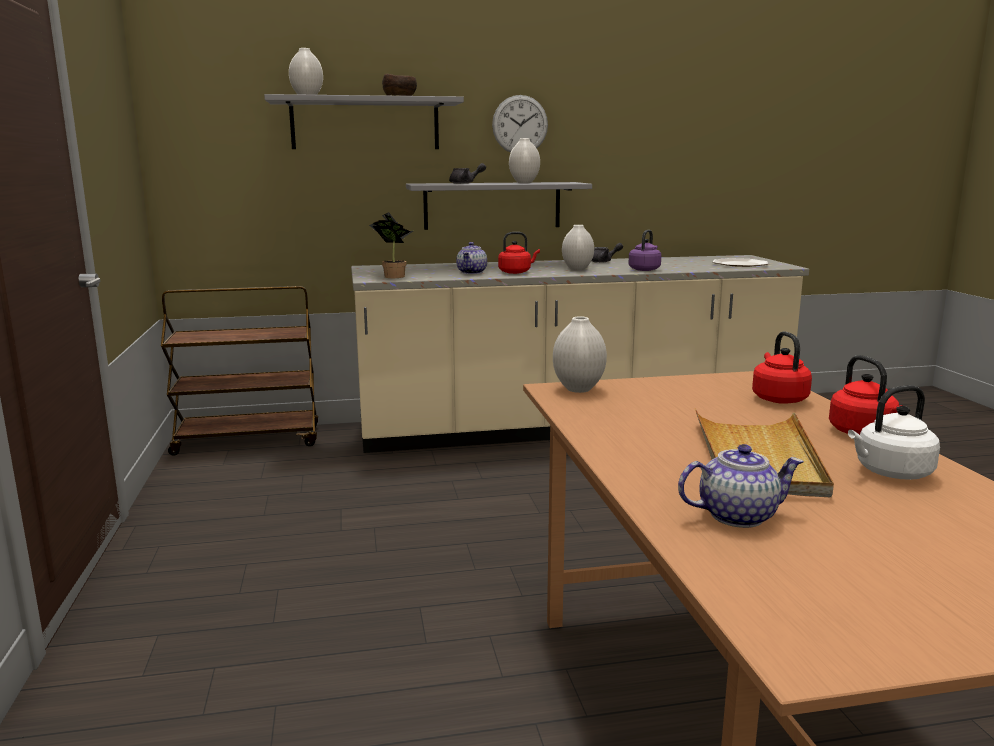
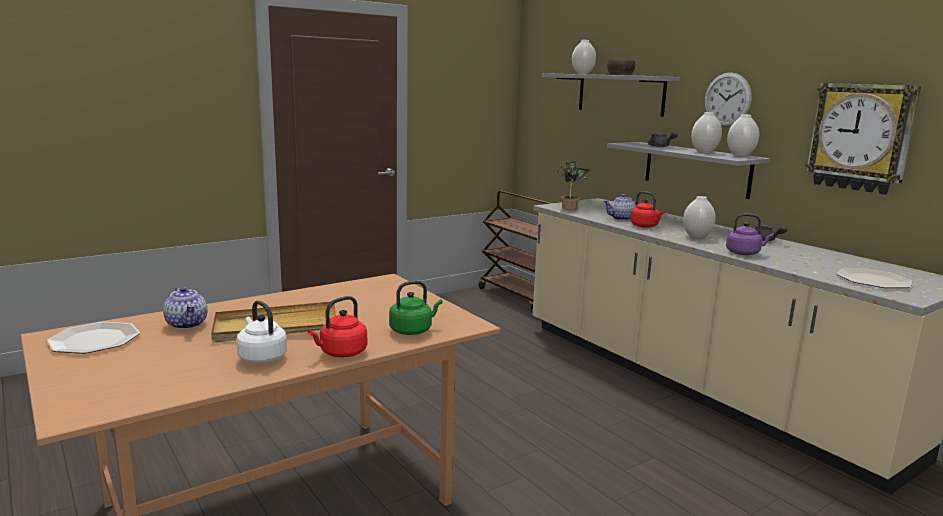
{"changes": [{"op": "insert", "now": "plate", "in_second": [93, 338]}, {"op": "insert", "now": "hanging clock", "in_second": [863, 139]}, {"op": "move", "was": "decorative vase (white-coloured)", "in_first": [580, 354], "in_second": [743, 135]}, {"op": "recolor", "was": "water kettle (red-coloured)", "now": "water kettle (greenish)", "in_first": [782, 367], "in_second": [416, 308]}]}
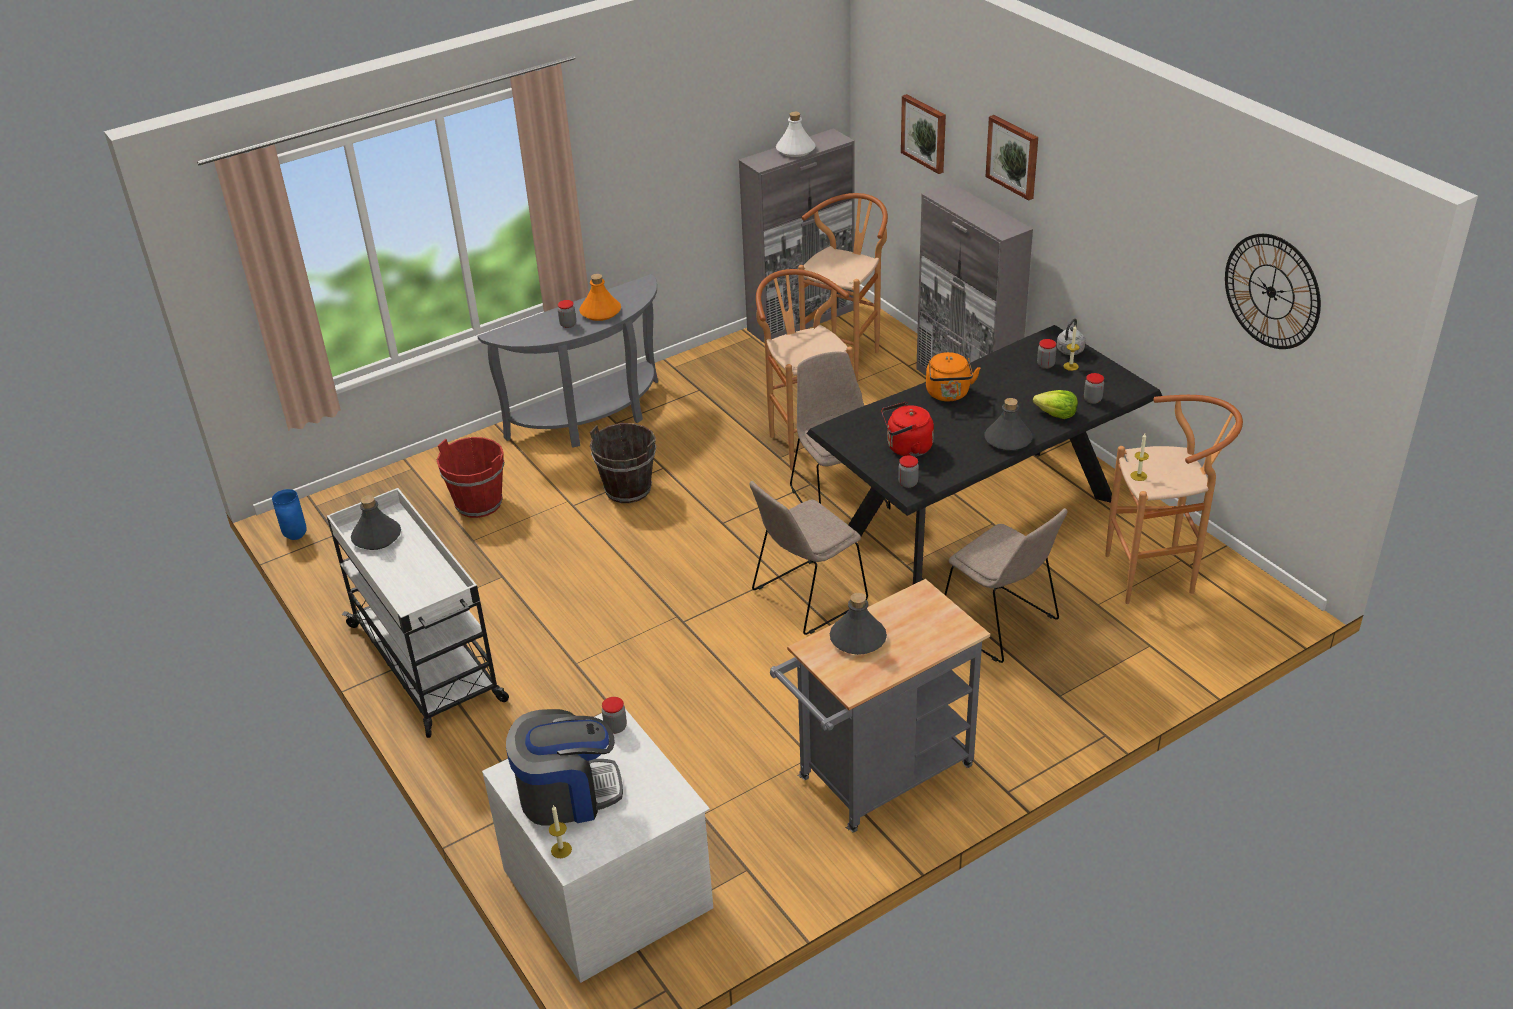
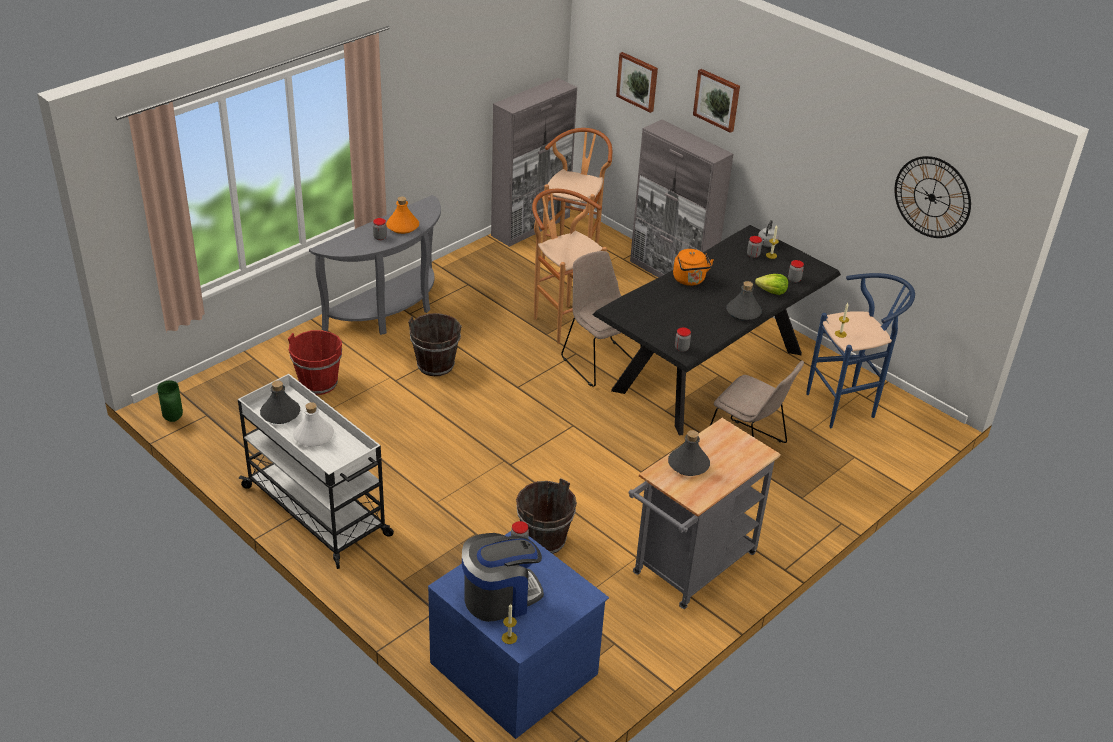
{"changes": [{"op": "delete", "was": "chair (sand-coloured)", "in_first": [809, 558]}, {"op": "delete", "was": "water kettle (red-coloured)", "in_first": [907, 429]}, {"op": "insert", "now": "pail (brownish)", "in_second": [546, 516]}, {"op": "move", "was": "drink bottle (white-coloured)", "in_first": [796, 134], "in_second": [313, 424]}, {"op": "recolor", "was": "decorative vase (bluish)", "now": "decorative vase (greenish)", "in_first": [289, 514], "in_second": [170, 401]}, {"op": "recolor", "was": "dresser (white-coloured)", "now": "dresser (bluish)", "in_first": [597, 846], "in_second": [518, 635]}, {"op": "recolor", "was": "stool seat (brownish)", "now": "stool seat (bluish)", "in_first": [1174, 499], "in_second": [860, 350]}]}
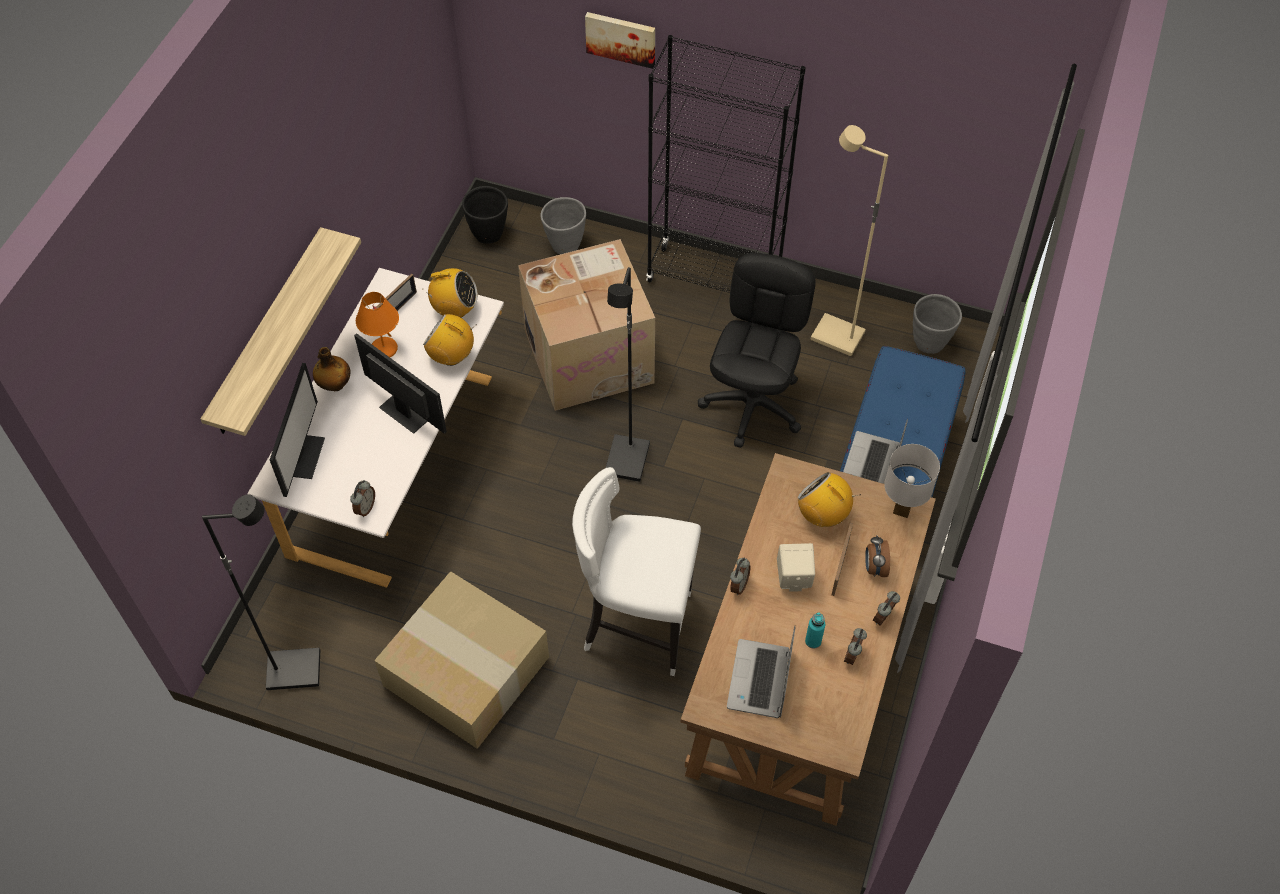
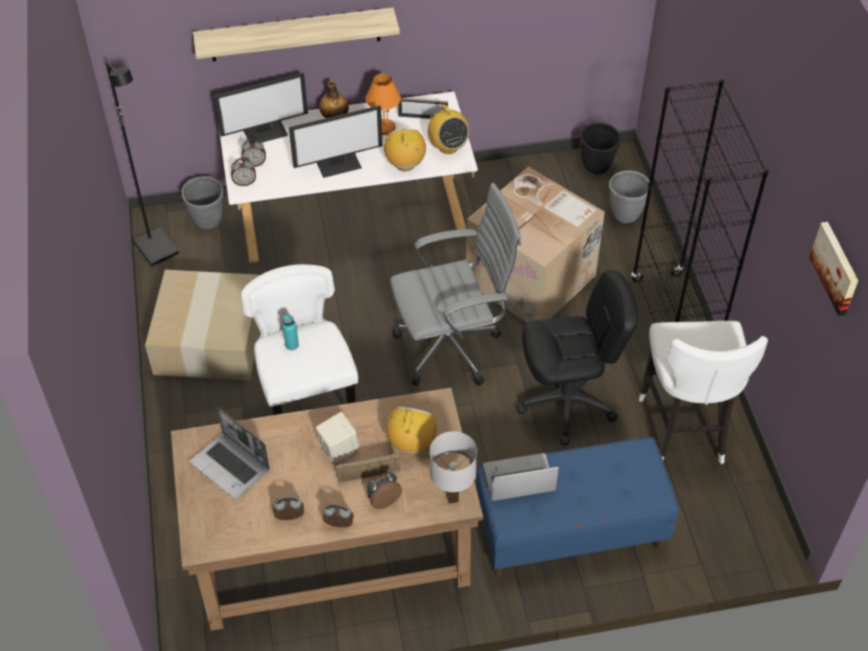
{"changes": [{"op": "move", "was": "wall picture", "in_first": [620, 40], "in_second": [833, 269]}, {"op": "move", "was": "bedside clock", "in_first": [740, 576], "in_second": [253, 153]}, {"op": "move", "was": "drink bottle (turquoise)", "in_first": [815, 630], "in_second": [291, 332]}, {"op": "move", "was": "planter (grey)", "in_first": [937, 324], "in_second": [202, 202]}, {"op": "replace", "was": "floor lamp (black-coloured)", "now": "desk chair (grey)", "in_first": [628, 374], "in_second": [455, 284]}, {"op": "replace", "was": "floor lamp (sand-coloured)", "now": "stool seat (white-coloured)", "in_first": [849, 240], "in_second": [703, 392]}, {"op": "rotate", "was": "computer screen", "in_first": [400, 383], "in_second": [336, 141], "clockwise": 60}, {"op": "rotate", "was": "laptop", "in_first": [761, 672], "in_second": [230, 453], "clockwise": -120}]}
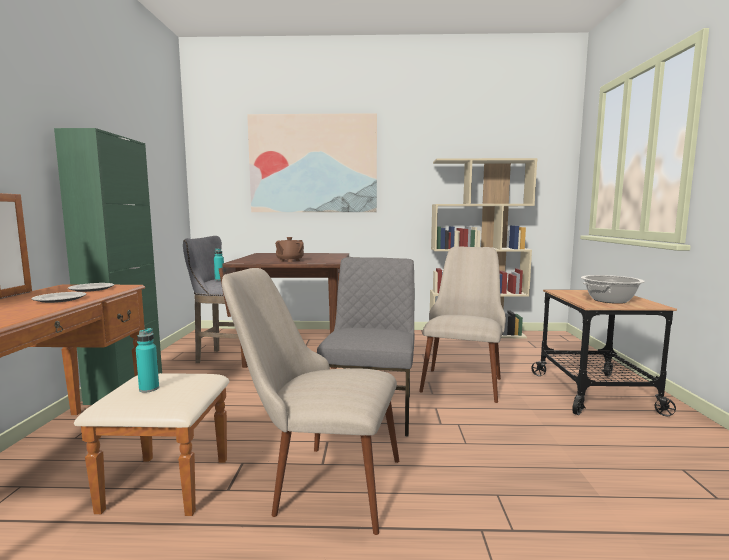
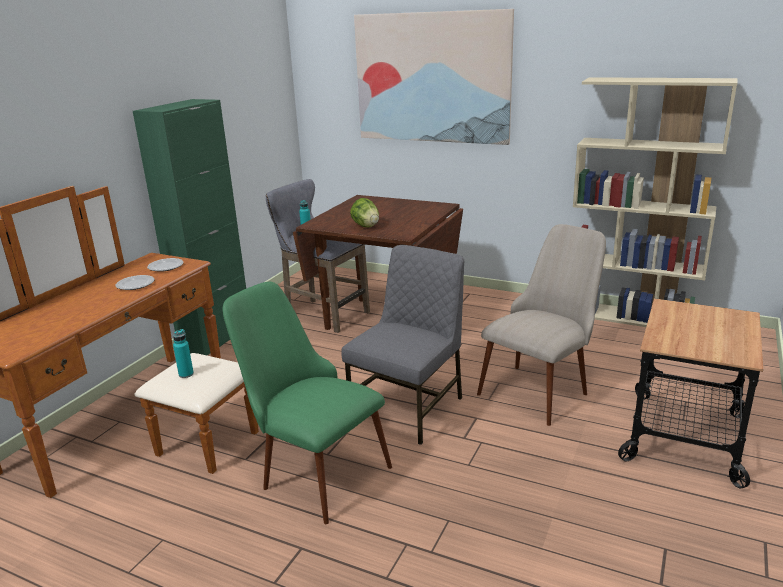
{"changes": [{"op": "delete", "was": "saucepot", "in_first": [613, 289]}, {"op": "replace", "was": "tea pot (brownish)", "now": "lettuce", "in_first": [289, 249], "in_second": [364, 212]}, {"op": "recolor", "was": "chair (sand-coloured)", "now": "chair (greenish)", "in_first": [310, 401], "in_second": [307, 403]}]}
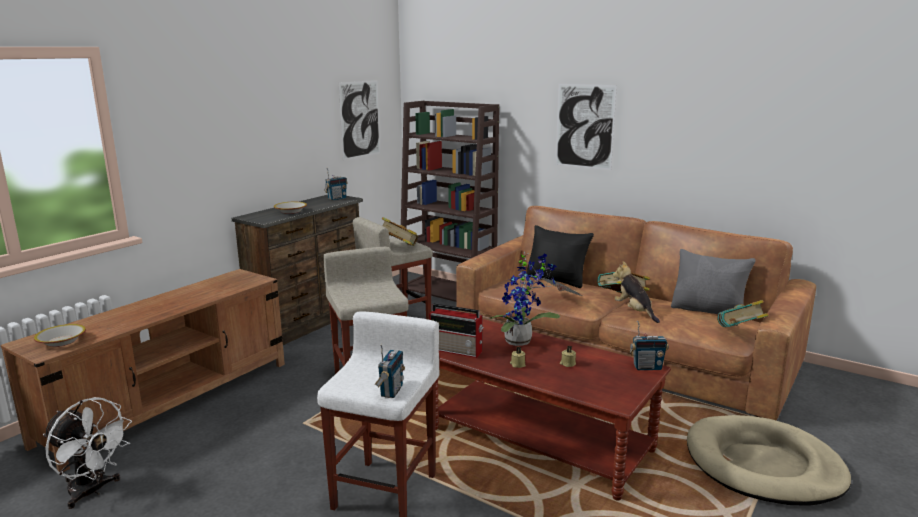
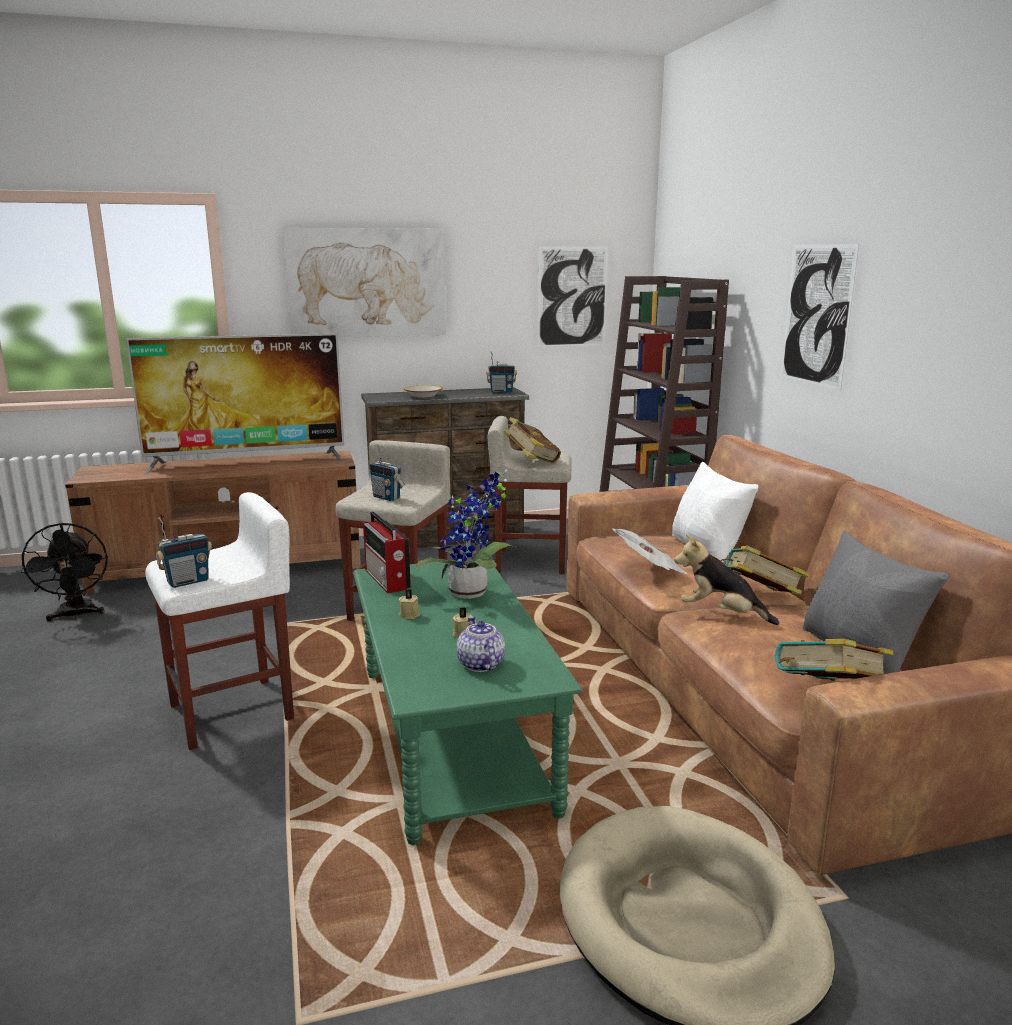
{"changes": [{"op": "delete", "was": "serving bowl", "in_first": [60, 335]}, {"op": "insert", "now": "TV", "in_second": [235, 403]}, {"op": "insert", "now": "wall picture", "in_second": [364, 283]}, {"op": "insert", "now": "tea pot", "in_second": [481, 644]}, {"op": "move", "was": "radio", "in_first": [649, 345], "in_second": [387, 472]}, {"op": "recolor", "was": "cooling fan (white-coloured)", "now": "cooling fan (black-coloured)", "in_first": [87, 453], "in_second": [64, 572]}, {"op": "recolor", "was": "low table (brownish)", "now": "low table (greenish)", "in_first": [553, 409], "in_second": [467, 701]}, {"op": "recolor", "was": "pillow (black-coloured)", "now": "pillow (white-coloured)", "in_first": [560, 256], "in_second": [715, 512]}, {"op": "rotate", "was": "soft toy", "in_first": [636, 292], "in_second": [726, 579], "clockwise": -75}]}
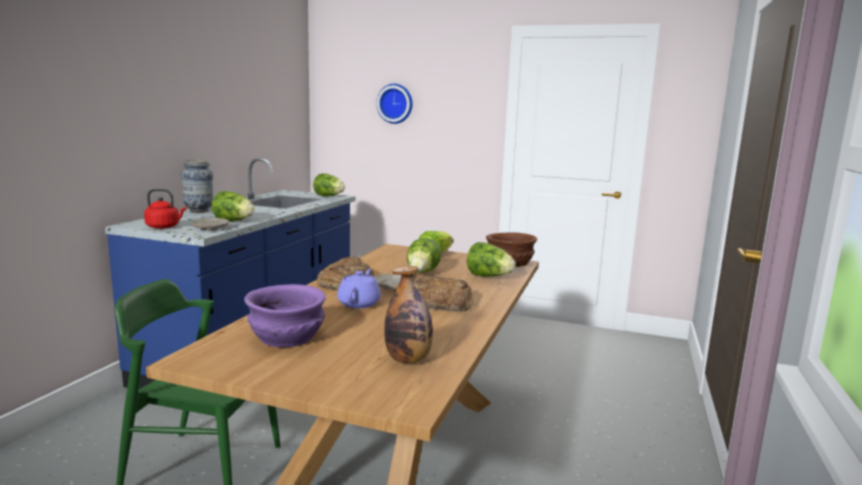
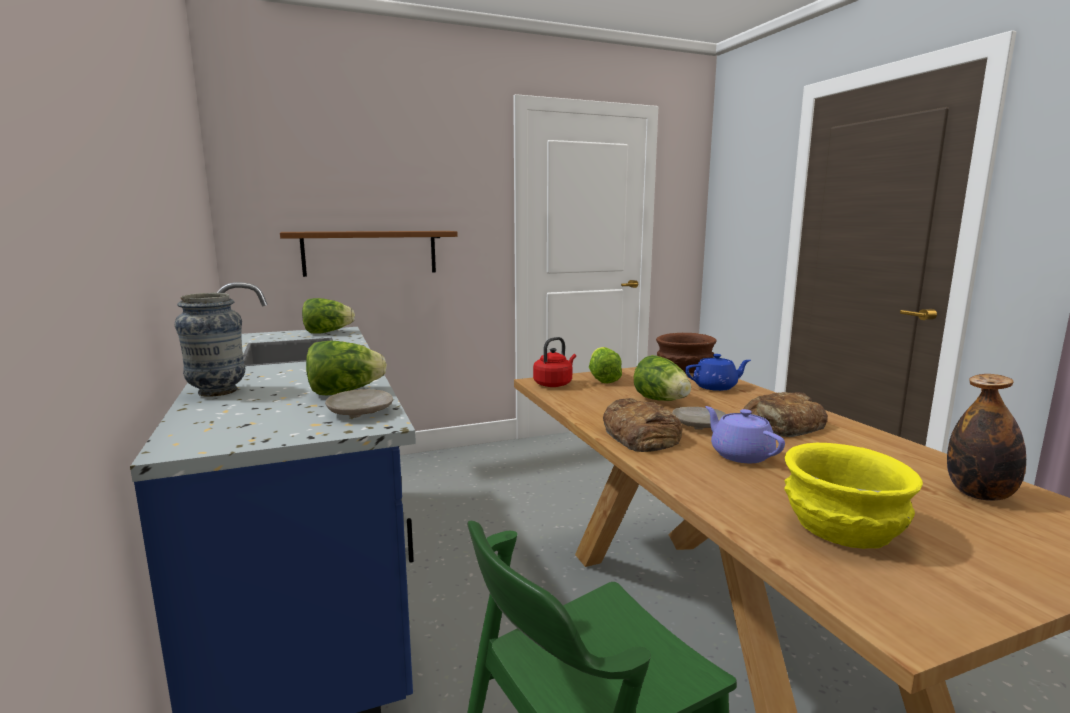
{"changes": [{"op": "delete", "was": "hanging clock", "in_first": [394, 104]}, {"op": "insert", "now": "shelf (brownish)", "in_second": [369, 254]}, {"op": "move", "was": "water kettle (red-coloured)", "in_first": [165, 209], "in_second": [554, 362]}, {"op": "replace", "was": "lettuce", "now": "tea pot (bluish)", "in_first": [491, 259], "in_second": [718, 372]}, {"op": "recolor", "was": "serving bowl (purplish)", "now": "serving bowl (yellow)", "in_first": [285, 316], "in_second": [853, 496]}]}
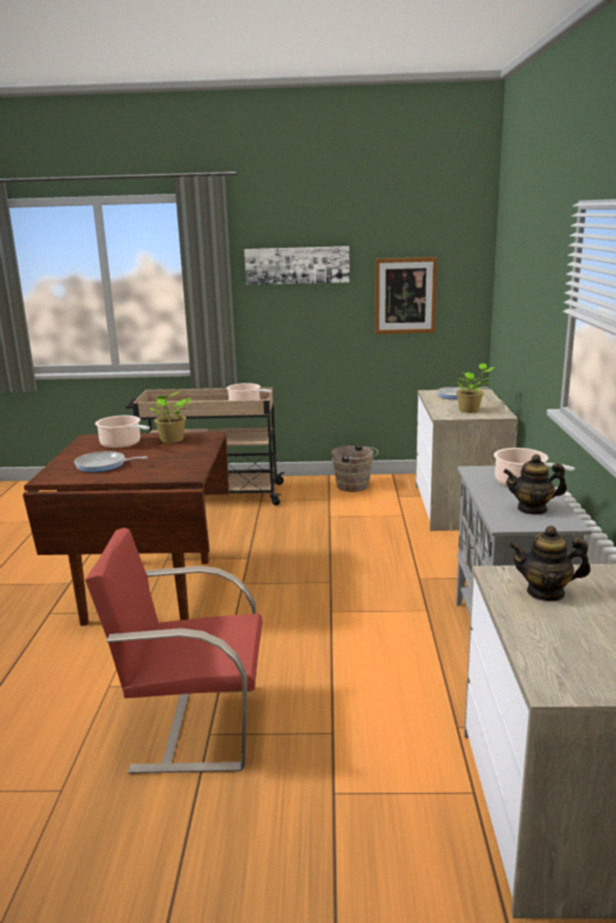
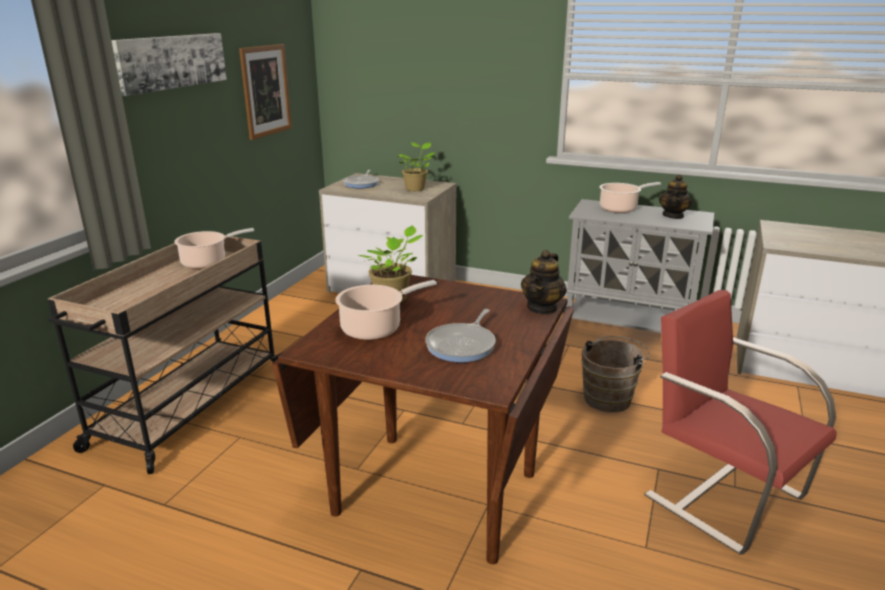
{"changes": [{"op": "move", "was": "pail (brownish)", "in_first": [355, 468], "in_second": [615, 374]}, {"op": "move", "was": "tea pot", "in_first": [550, 564], "in_second": [544, 282]}, {"op": "rotate", "was": "chair (red-coloured)", "in_first": [173, 651], "in_second": [740, 422], "clockwise": 120}]}
